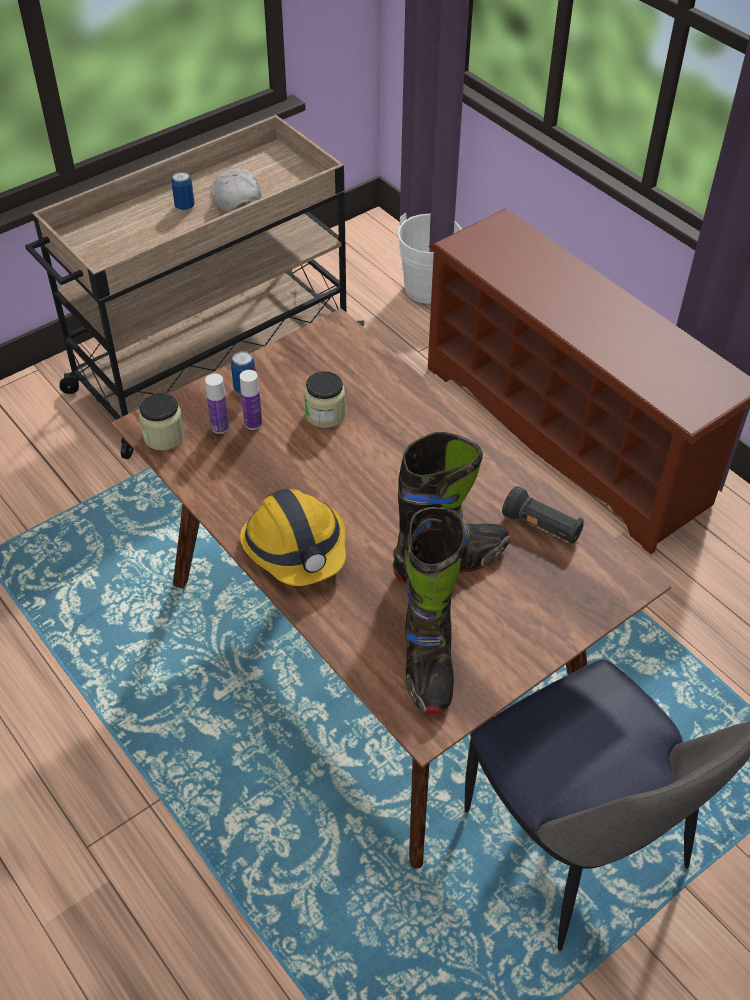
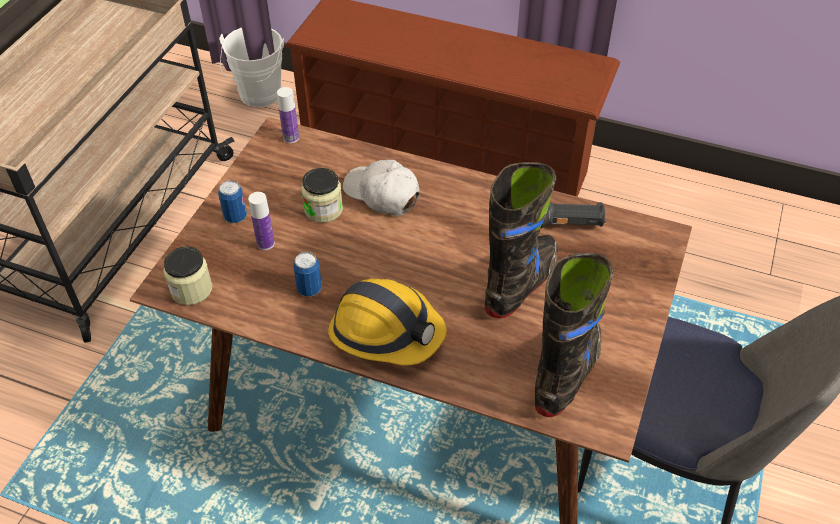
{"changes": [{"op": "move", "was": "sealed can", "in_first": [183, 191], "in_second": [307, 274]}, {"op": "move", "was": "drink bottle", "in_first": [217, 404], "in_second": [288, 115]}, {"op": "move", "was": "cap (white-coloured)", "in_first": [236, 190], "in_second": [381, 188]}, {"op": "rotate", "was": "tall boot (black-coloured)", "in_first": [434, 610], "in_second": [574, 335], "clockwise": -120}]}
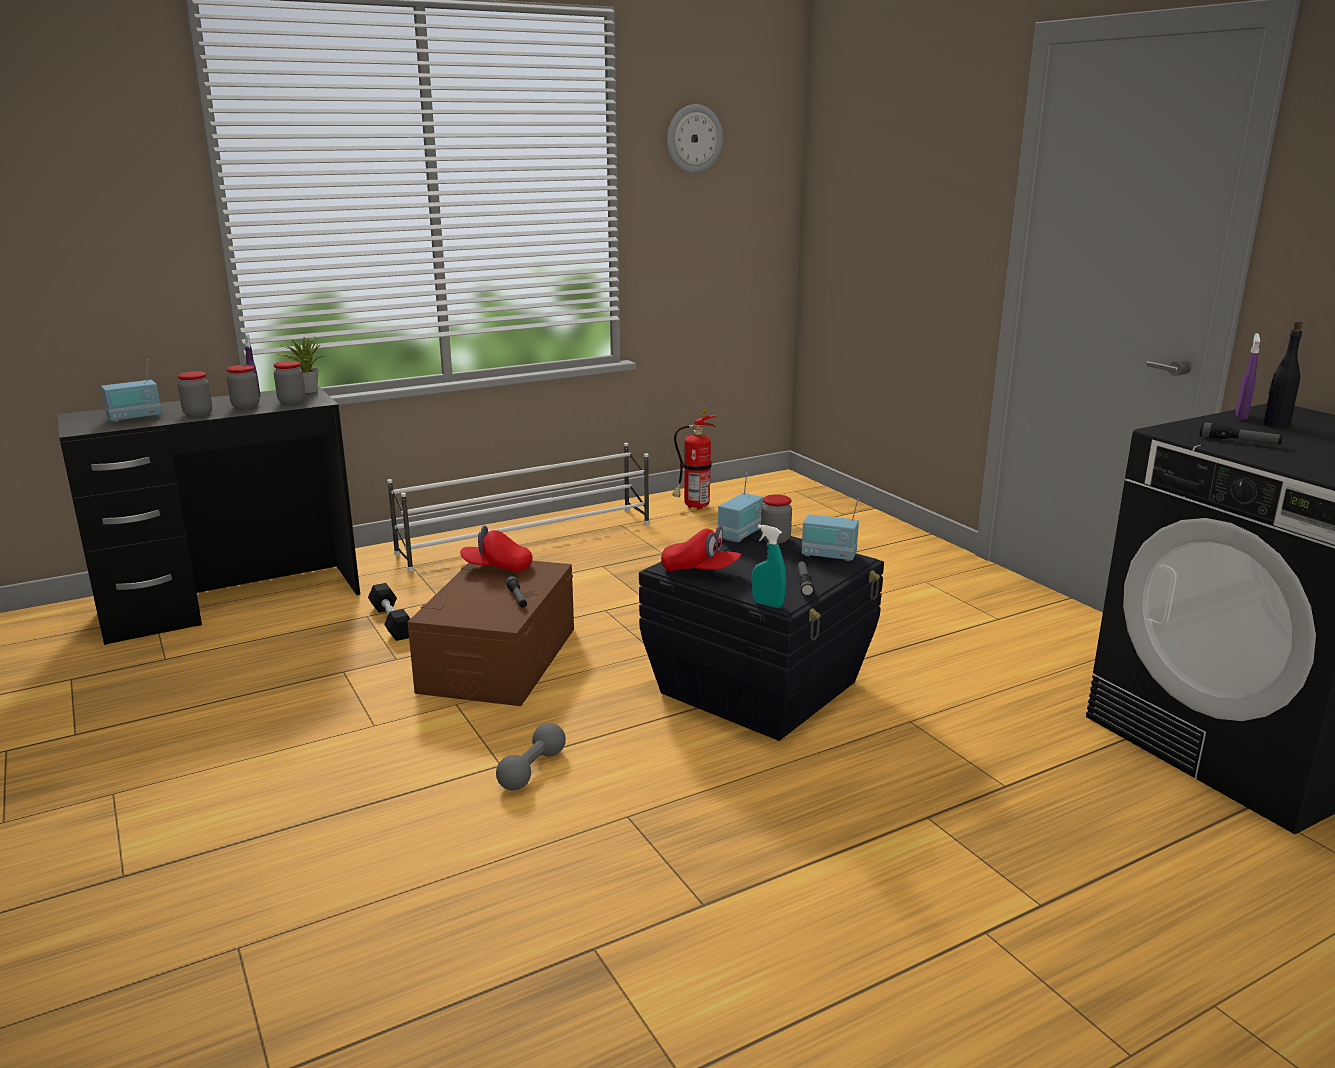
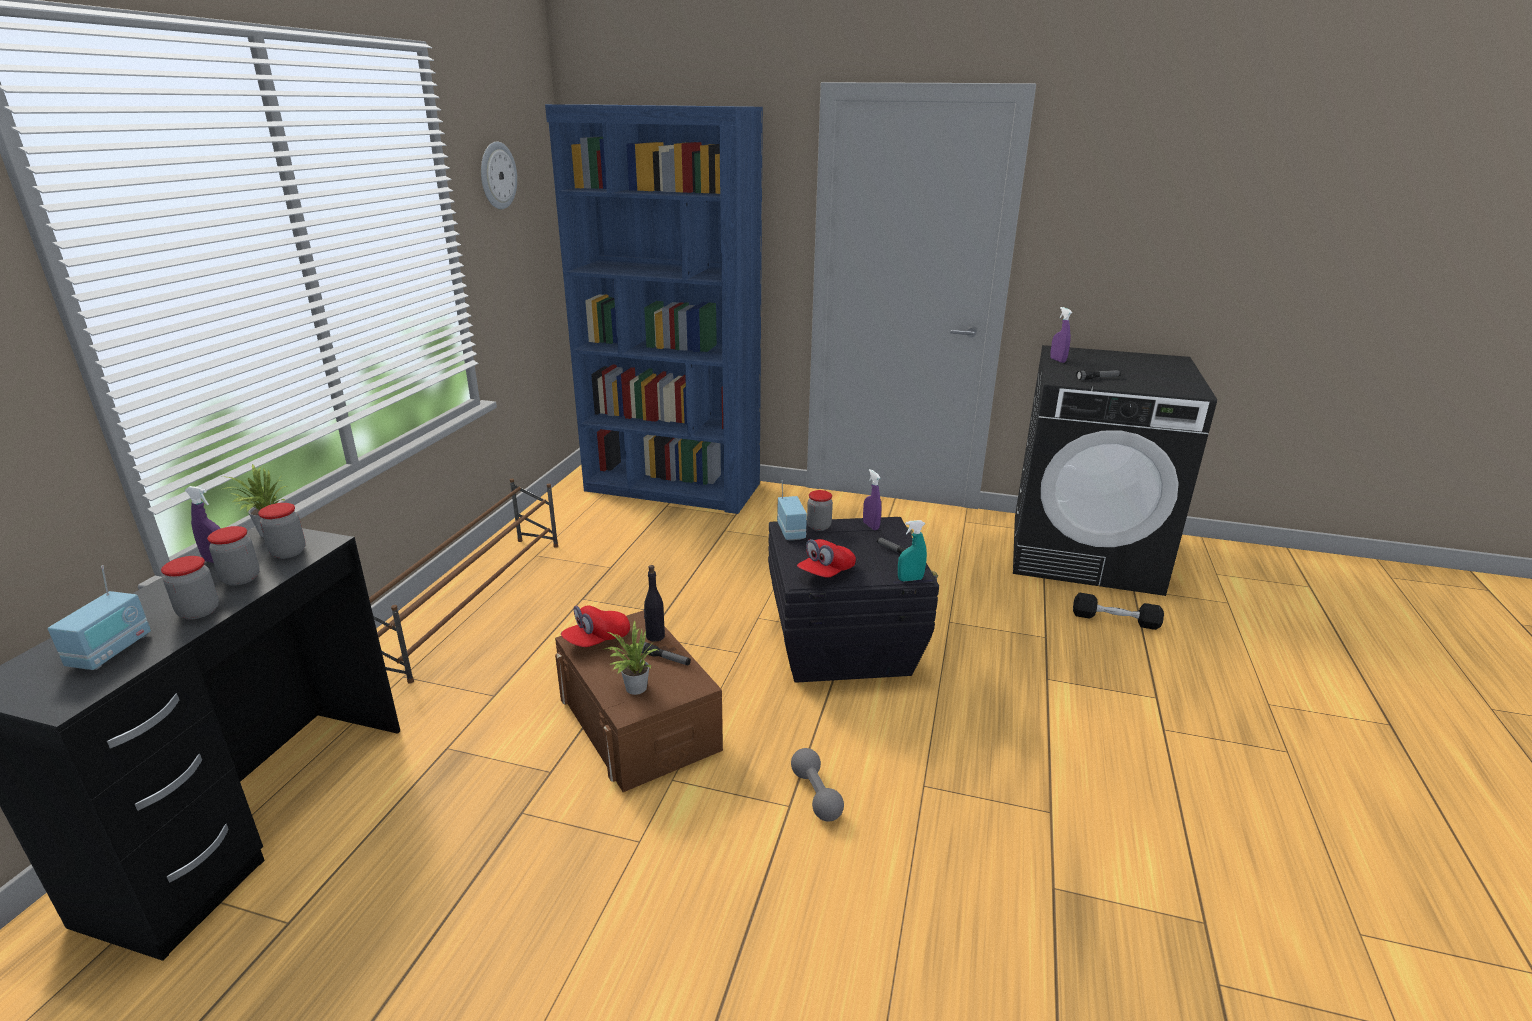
{"changes": [{"op": "delete", "was": "fire extinguisher", "in_first": [694, 459]}, {"op": "insert", "now": "shelving unit (bluish)", "in_second": [654, 309]}, {"op": "insert", "now": "houseplant", "in_second": [631, 657]}, {"op": "move", "was": "hand weight (black-coloured)", "in_first": [389, 612], "in_second": [1118, 611]}, {"op": "move", "was": "drink bottle (black-coloured)", "in_first": [1283, 374], "in_second": [654, 603]}, {"op": "replace", "was": "radio", "now": "sprayer (purplish)", "in_first": [830, 529], "in_second": [872, 499]}, {"op": "recolor", "was": "shoe rack (white-coloured)", "now": "shoe rack (brownish)", "in_first": [518, 507], "in_second": [463, 581]}, {"op": "rotate", "was": "cap (red-coloured)", "in_first": [701, 548], "in_second": [826, 558], "clockwise": 150}]}
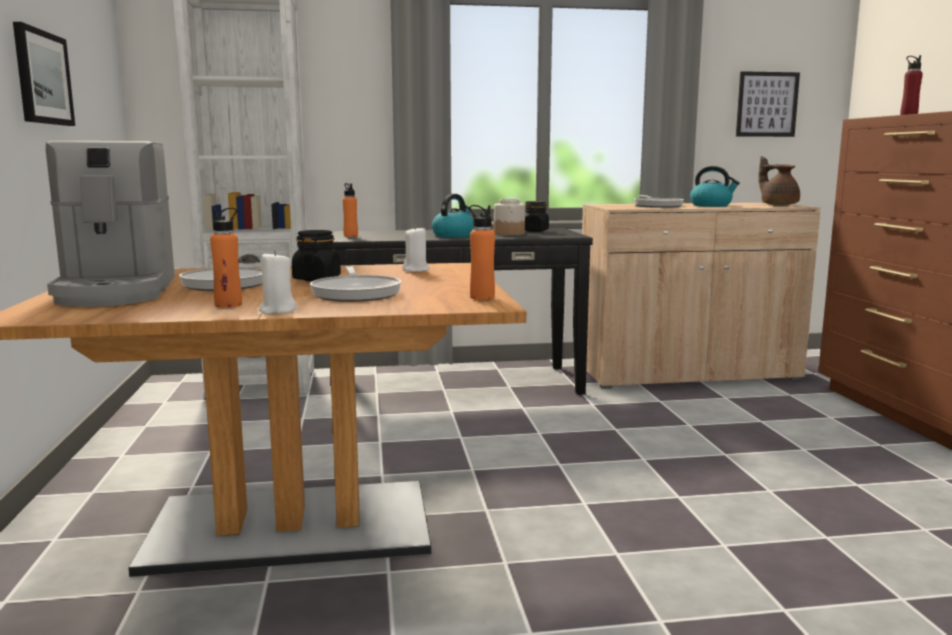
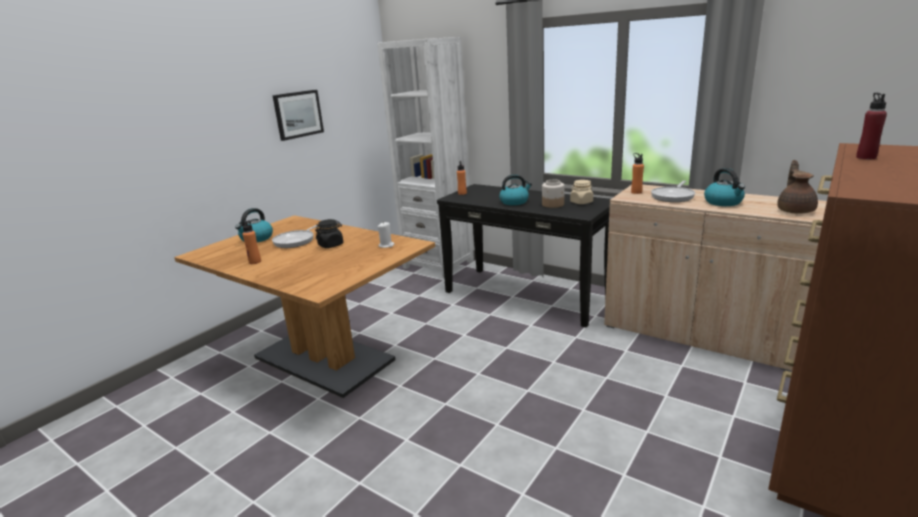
{"changes": [{"op": "delete", "was": "wax light (white-coloured)", "in_first": [278, 282]}, {"op": "delete", "was": "skillet", "in_first": [355, 284]}, {"op": "delete", "was": "wall picture", "in_first": [768, 104]}, {"op": "move", "was": "drink bottle (orangey)", "in_first": [482, 252], "in_second": [637, 173]}, {"op": "replace", "was": "coffee brewer", "now": "water kettle", "in_first": [110, 224], "in_second": [254, 225]}, {"op": "recolor", "was": "jar (black-coloured)", "now": "jar (sand-coloured)", "in_first": [537, 216], "in_second": [581, 192]}]}
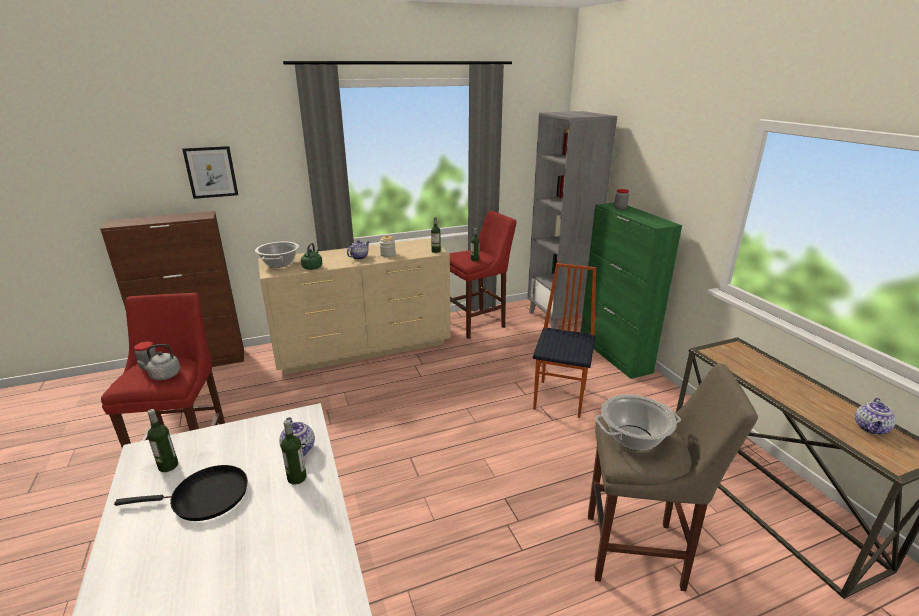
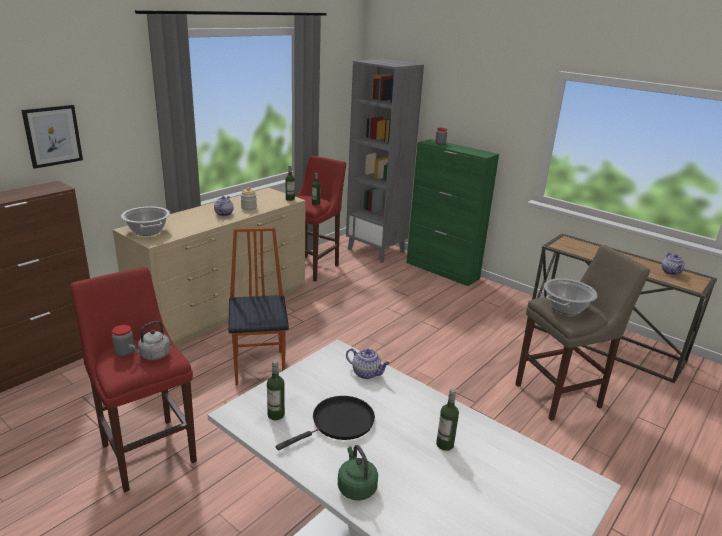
{"changes": [{"op": "move", "was": "drink bottle", "in_first": [293, 452], "in_second": [447, 420]}, {"op": "move", "was": "water kettle (greenish)", "in_first": [312, 256], "in_second": [358, 473]}, {"op": "move", "was": "chair", "in_first": [564, 340], "in_second": [258, 307]}]}
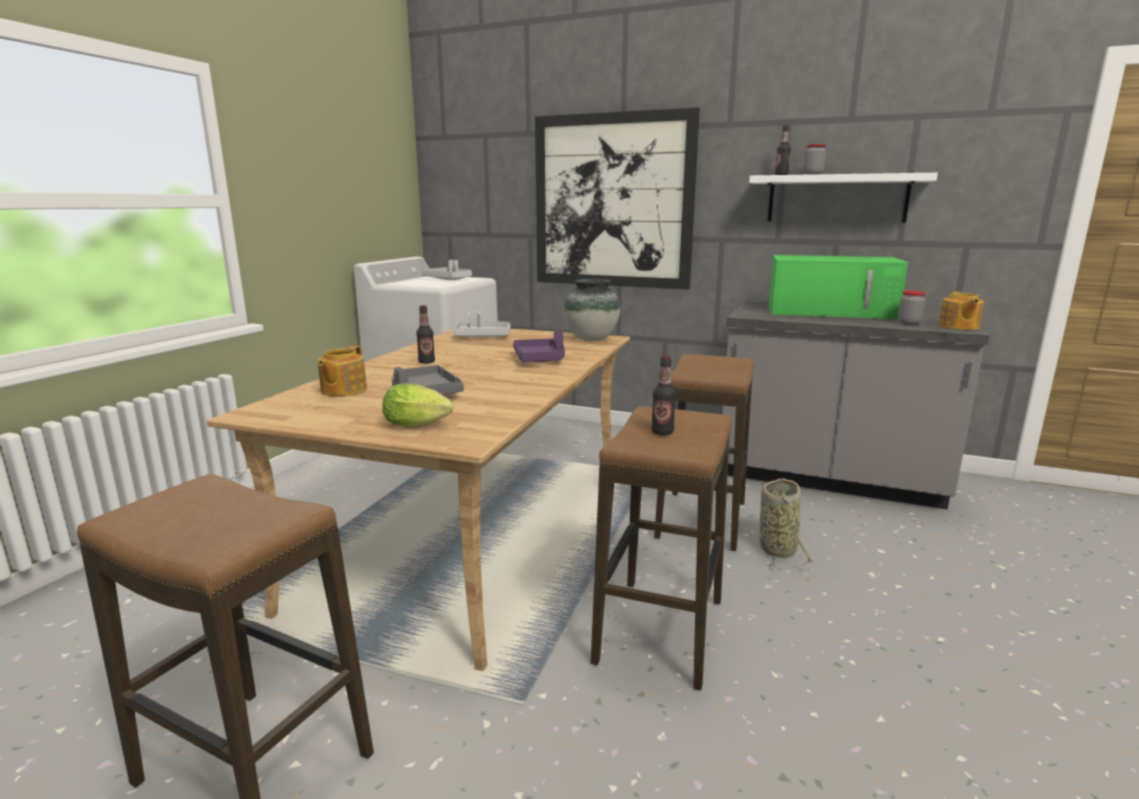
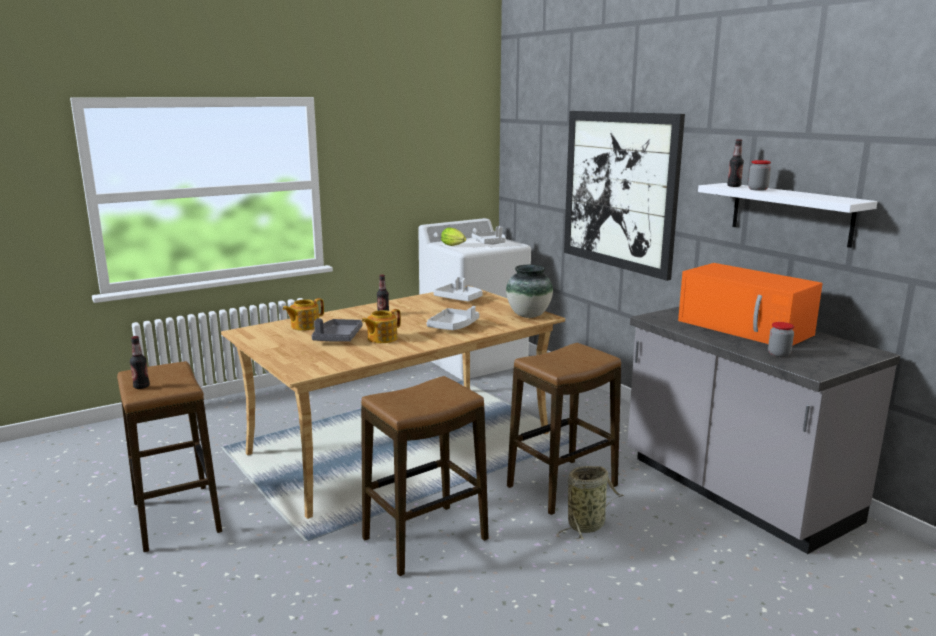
{"changes": [{"op": "move", "was": "lettuce", "in_first": [417, 405], "in_second": [453, 237]}, {"op": "move", "was": "drink bottle", "in_first": [663, 395], "in_second": [140, 362]}, {"op": "move", "was": "tea pot", "in_first": [961, 310], "in_second": [381, 326]}, {"op": "recolor", "was": "serving tray (purplish)", "now": "serving tray (grey)", "in_first": [539, 346], "in_second": [453, 318]}, {"op": "recolor", "was": "microwave (greenish)", "now": "microwave (orangey)", "in_first": [838, 287], "in_second": [750, 304]}]}
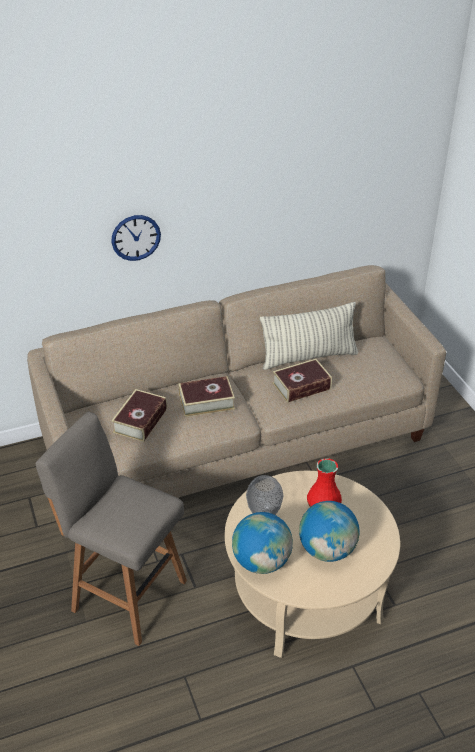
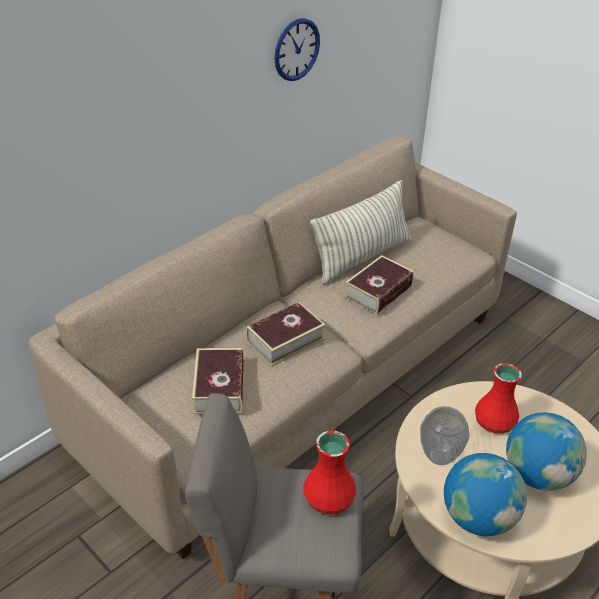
{"changes": [{"op": "insert", "now": "decorative vase (red-coloured)", "in_second": [329, 473]}, {"op": "move", "was": "hanging clock", "in_first": [136, 238], "in_second": [297, 49]}]}
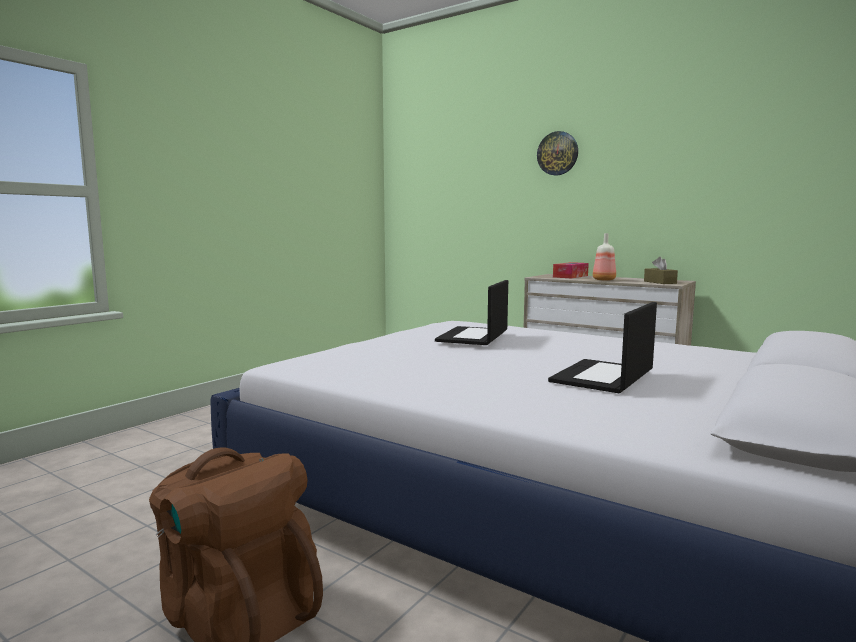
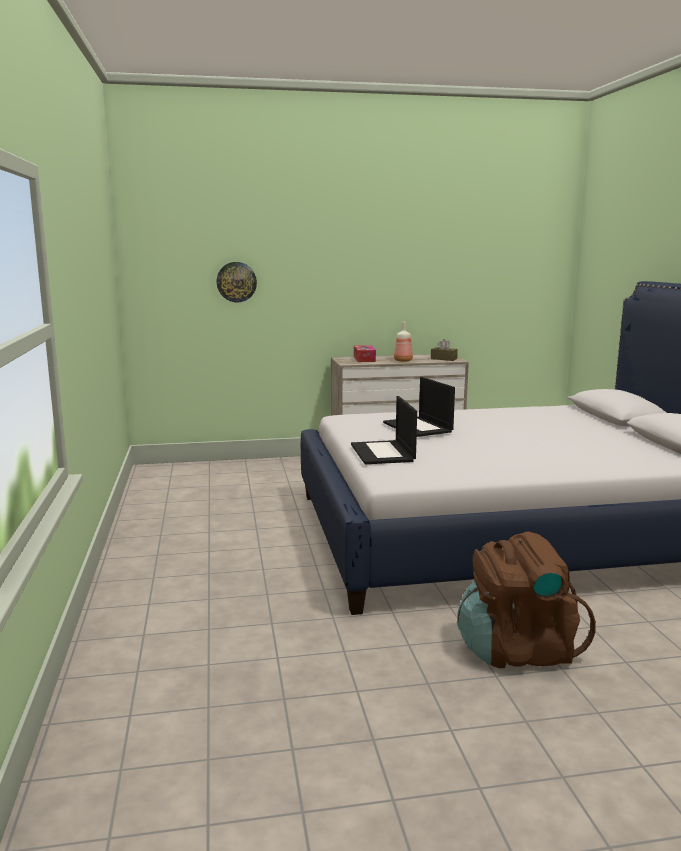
{"changes": [{"op": "move", "was": "hanging clock", "in_first": [557, 153], "in_second": [236, 282]}, {"op": "move", "was": "laptop", "in_first": [602, 347], "in_second": [384, 430]}]}
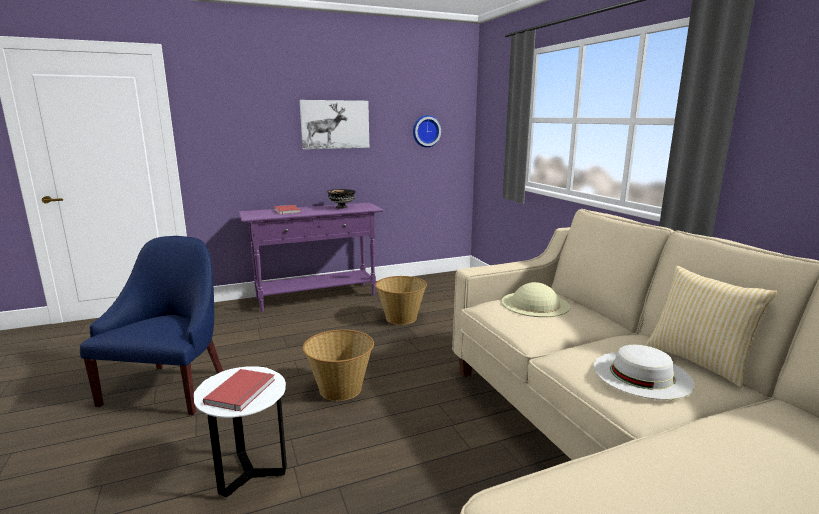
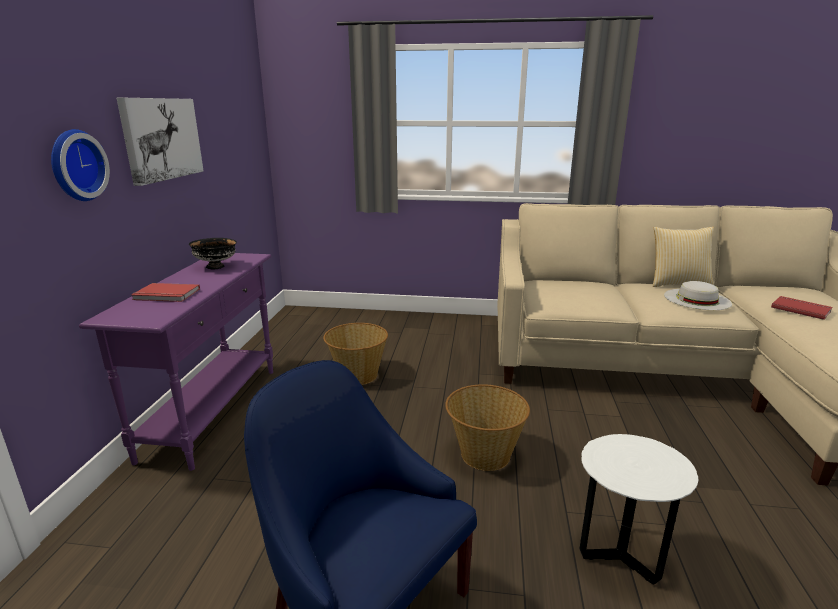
{"changes": [{"op": "delete", "was": "hat (sand-coloured)", "in_first": [536, 299]}, {"op": "move", "was": "bound book (red-coloured)", "in_first": [239, 390], "in_second": [801, 308]}, {"op": "move", "was": "hanging clock", "in_first": [427, 131], "in_second": [80, 165]}]}
